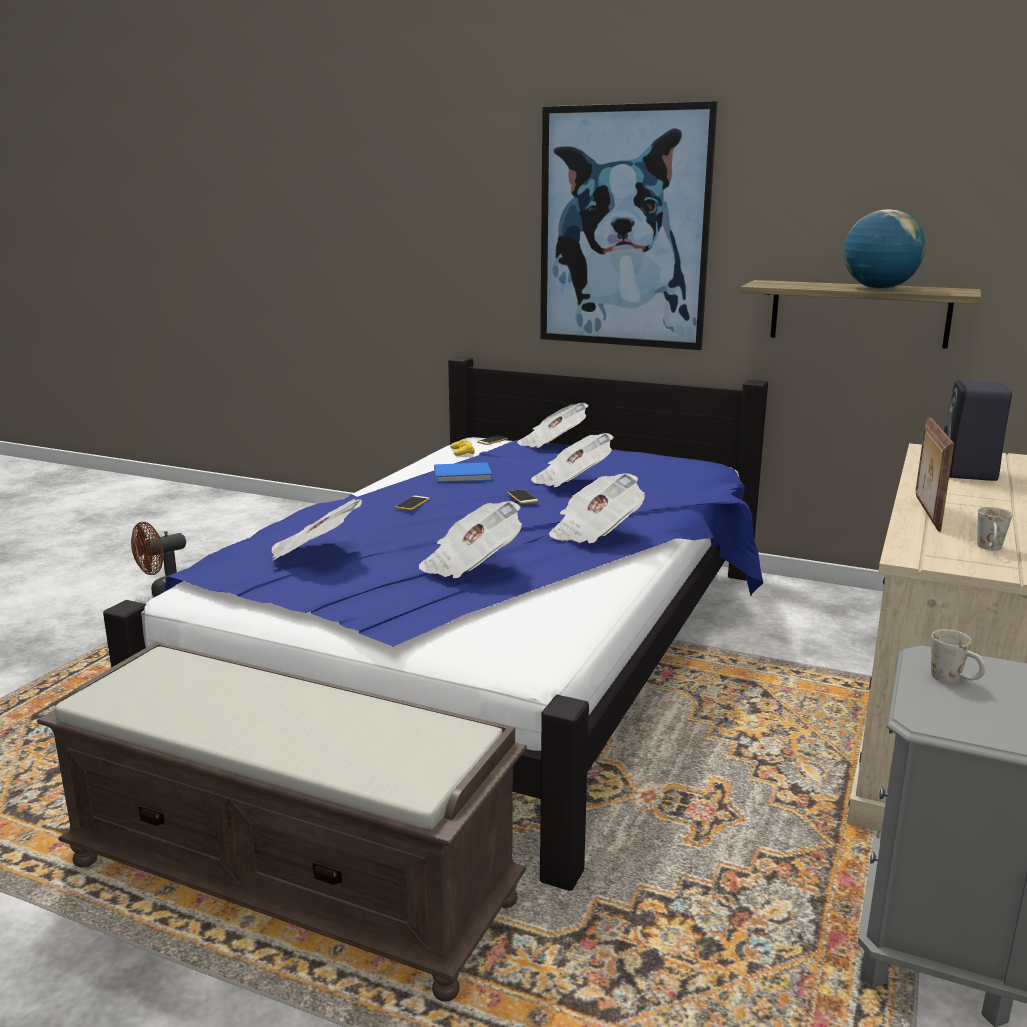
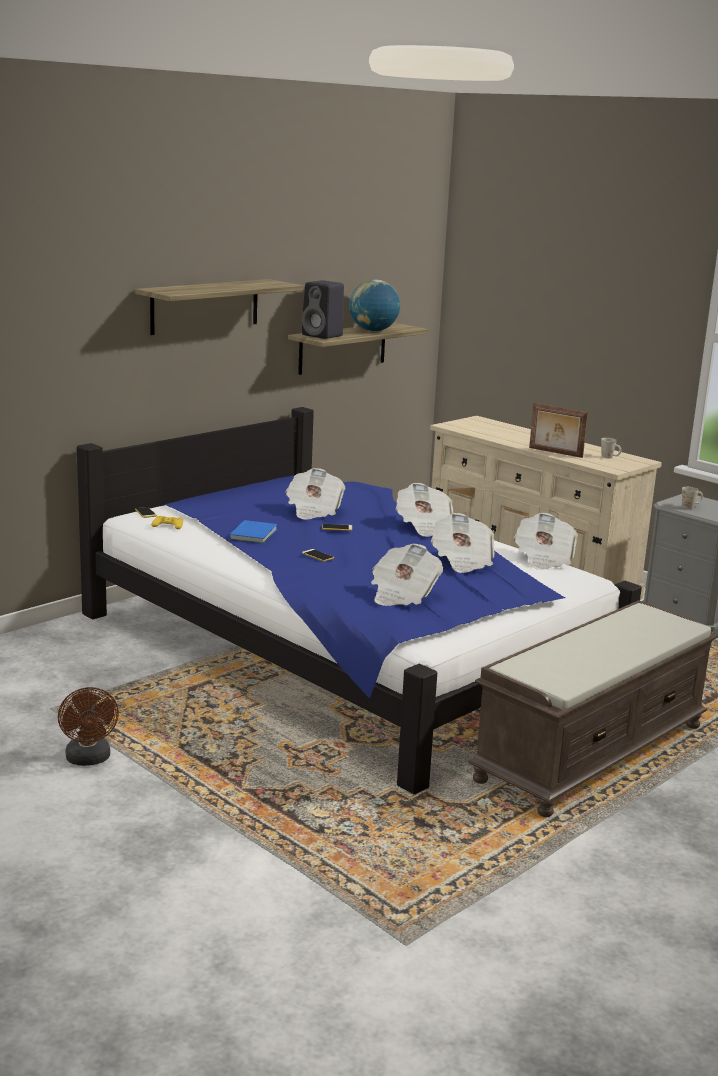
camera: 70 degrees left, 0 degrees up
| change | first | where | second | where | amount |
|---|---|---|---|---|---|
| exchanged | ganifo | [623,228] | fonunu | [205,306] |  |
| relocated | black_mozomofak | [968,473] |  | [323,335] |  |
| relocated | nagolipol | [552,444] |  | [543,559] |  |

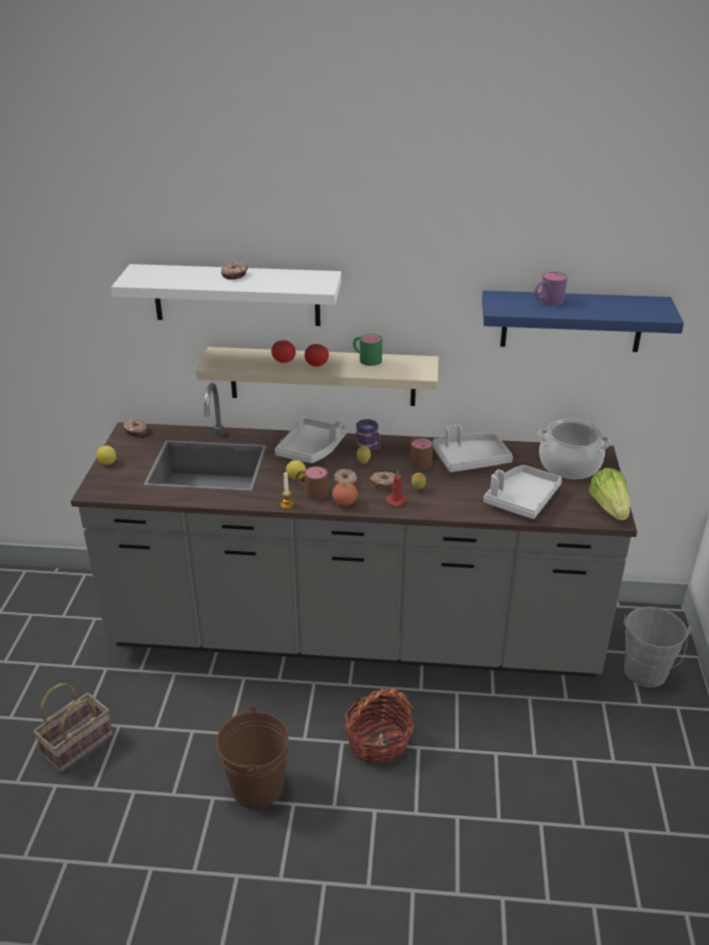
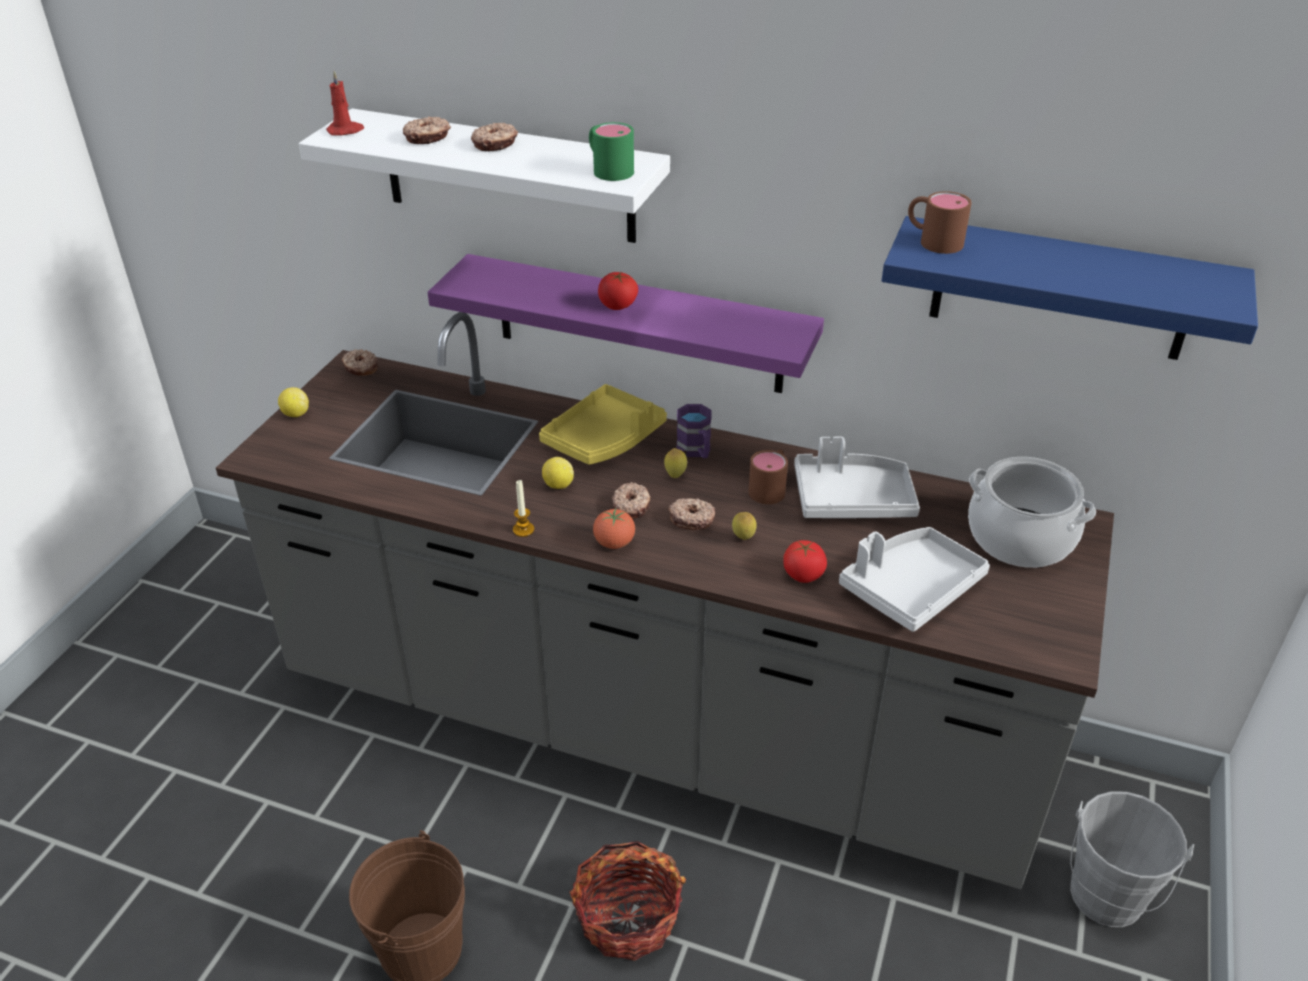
camera: 15 degrees right, 5 degrees up
| change | first | where | second | where | amount |
|---|---|---|---|---|---|
| missing | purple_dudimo | [547,301] |  |  |  |
| relocated | green_dudimo | [366,359] |  | [608,169] |  |
| relocated | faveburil | [283,360] |  | [803,574] |  |
| colour | beige_fonunu | [322,376] | purple_fonunu | [638,324] |  |
| colour | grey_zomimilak | [312,449] | yellow_zomimilak | [604,439] |  |
| relocated | brown_dudimo | [311,492] |  | [932,240] |  |
| missing | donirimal | [609,508] |  |  |  |
| relocated | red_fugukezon | [397,501] |  | [346,130] |  |
| missing | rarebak | [78,743] |  |  |  |
| appeared |  |  | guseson | [427,138] |  |

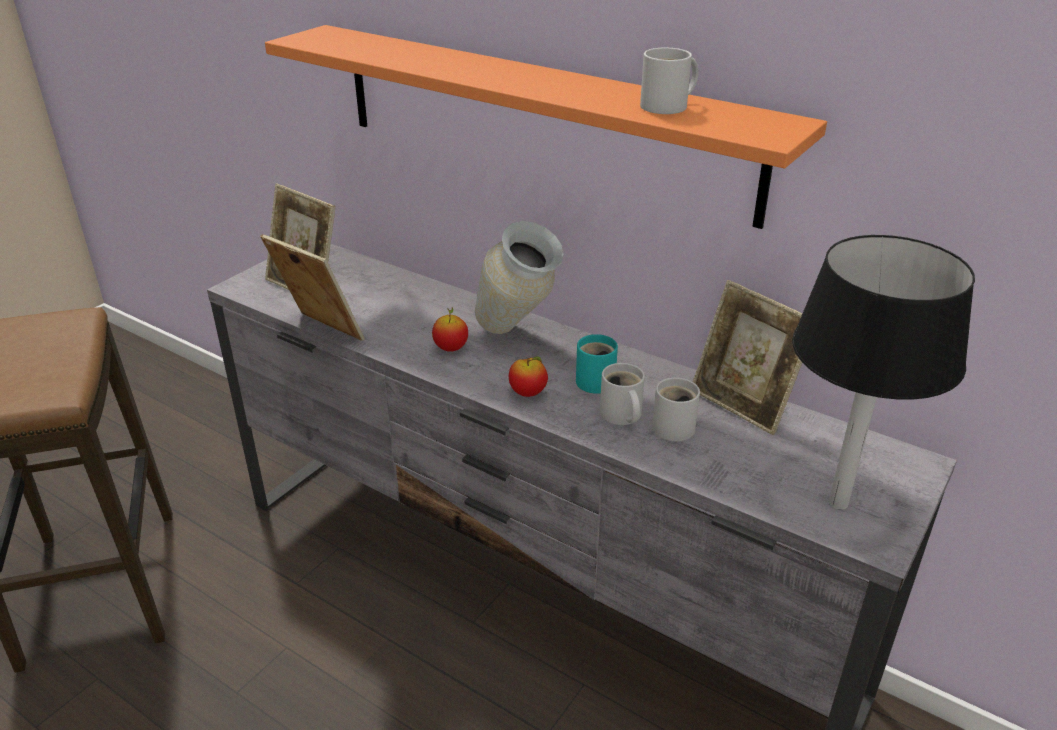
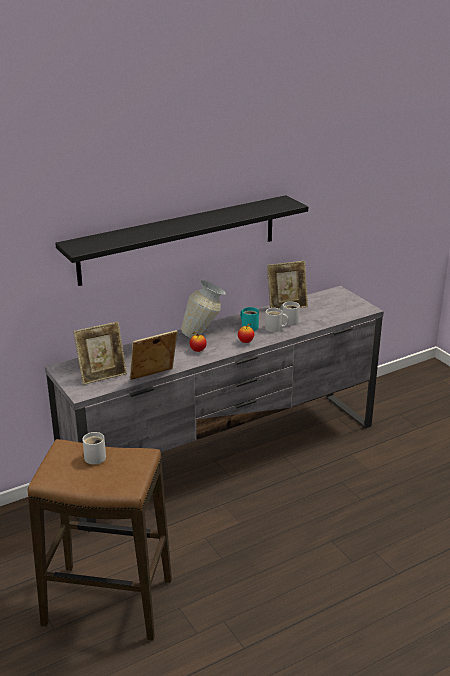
camera: 65 degrees left, 5 degrees down
| change | first | where | second | where | amount |
|---|---|---|---|---|---|
| colour | orange_fonunu | [538,119] | black_fonunu | [179,239] |  |
| relocated | white_dudimo | [668,106] |  | [96,456] |  |
| missing | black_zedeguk | [839,503] |  |  |  |

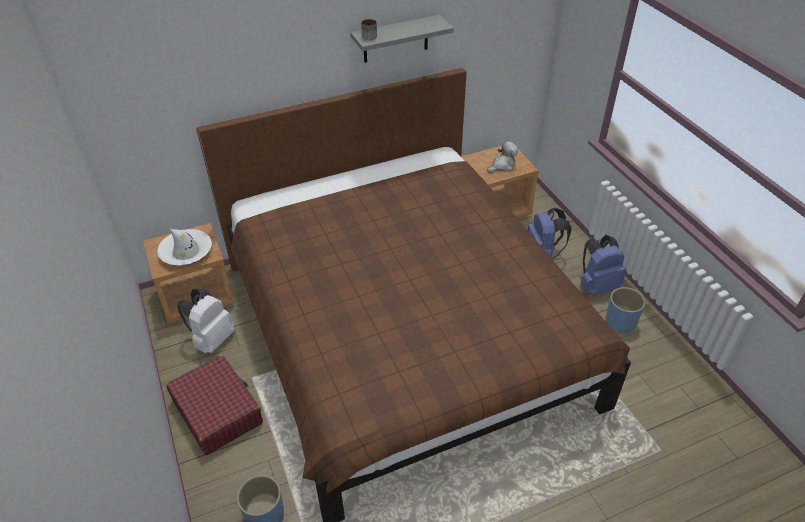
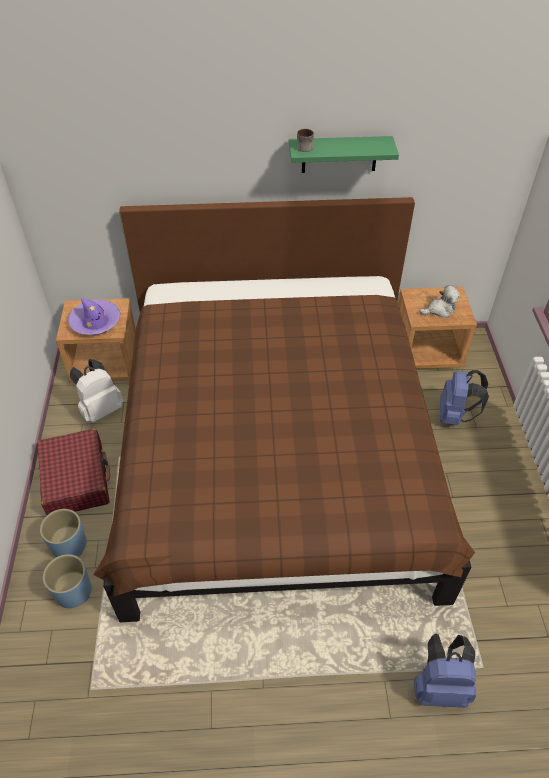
camera: 20 degrees right, 5 degrees up
| change | first | where | second | where | amount |
|---|---|---|---|---|---|
| colour | grey_fonunu | [395,39] | green_fonunu | [339,154] |  |
| colour | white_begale | [186,252] | purple_begale | [95,322] |  |
| relocated | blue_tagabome | [597,285] |  | [439,686] |  |
| relocated | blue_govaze | [620,322] |  | [69,545] |  |

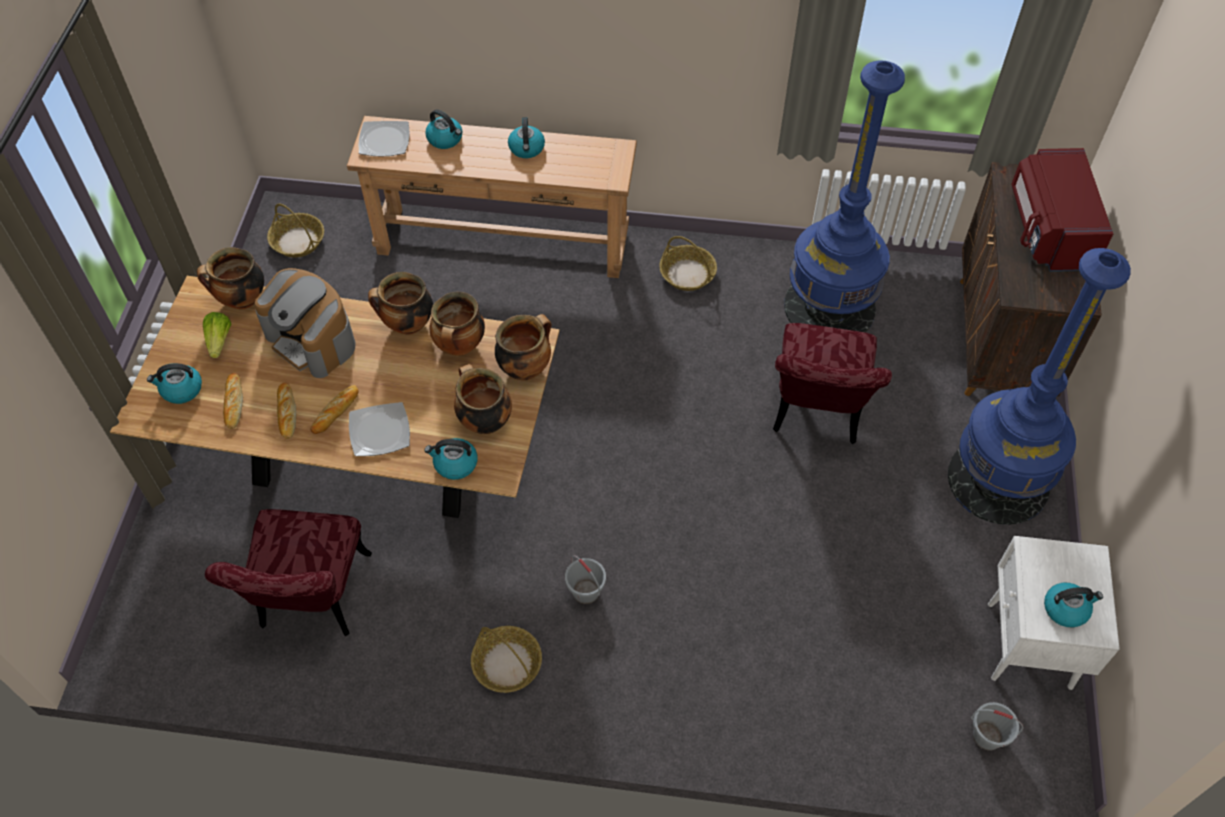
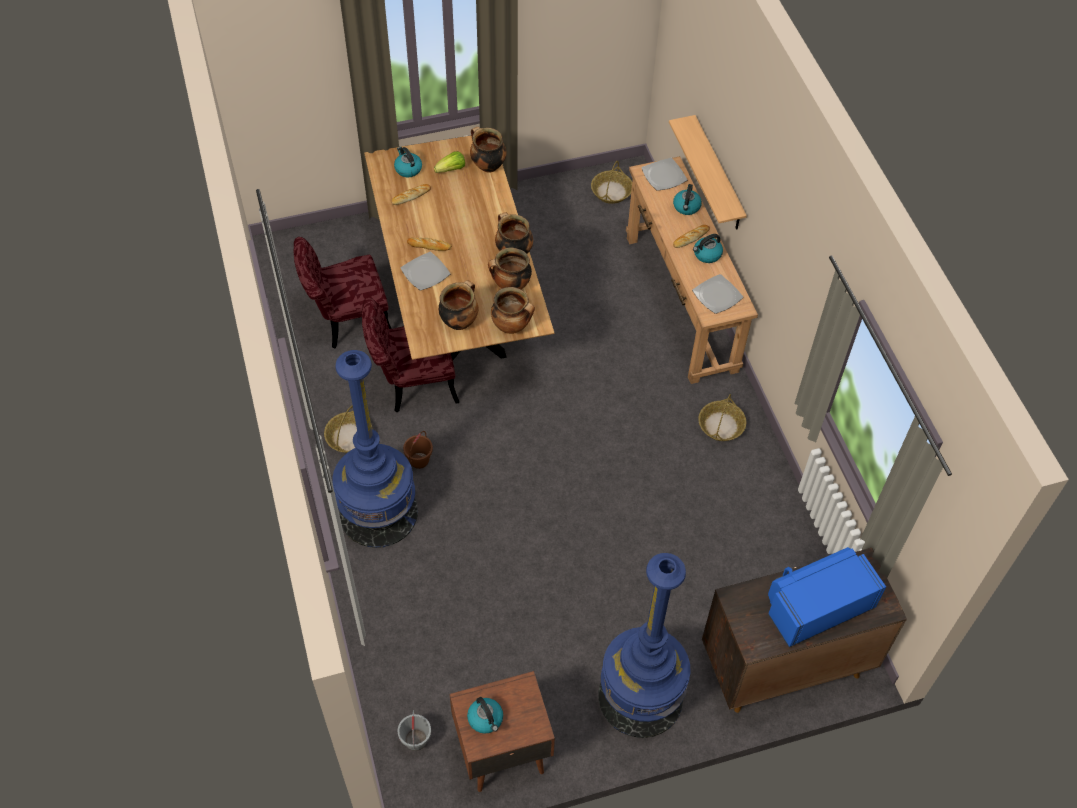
camera: 65 degrees right, 0 degrees up
| change | first | where | second | where | amount |
|---|---|---|---|---|---|
| relocated | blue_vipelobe | [829,307] |  | [378,513] |  |
| colour | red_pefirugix | [1049,230] | blue_pefirugix | [817,606] |  |
| missing | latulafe | [313,340] |  |  |  |
| relocated | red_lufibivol | [816,414] |  | [412,384] |  |
| relocated | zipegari | [286,413] |  | [690,238] |  |
| missing | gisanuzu | [455,464] |  |  |  |
| colour | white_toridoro | [1028,646] | brown_toridoro | [501,752] |  |
| colour | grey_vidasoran | [585,592] | brown_vidasoran | [419,460] |  |
| appeared |  |  | fonunu | [718,175] |  |
| appeared |  |  | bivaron | [717,295] |  |

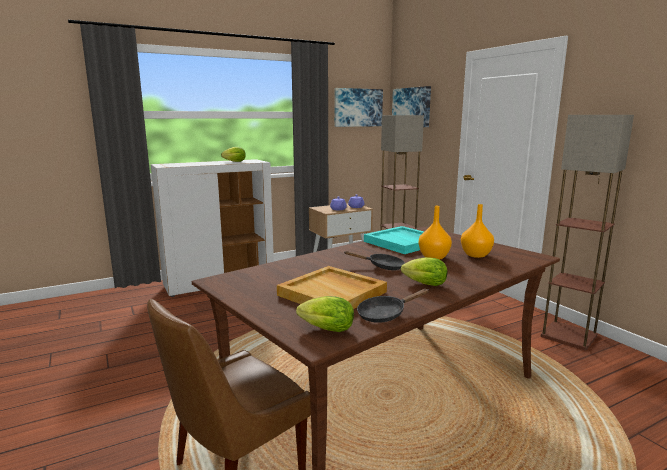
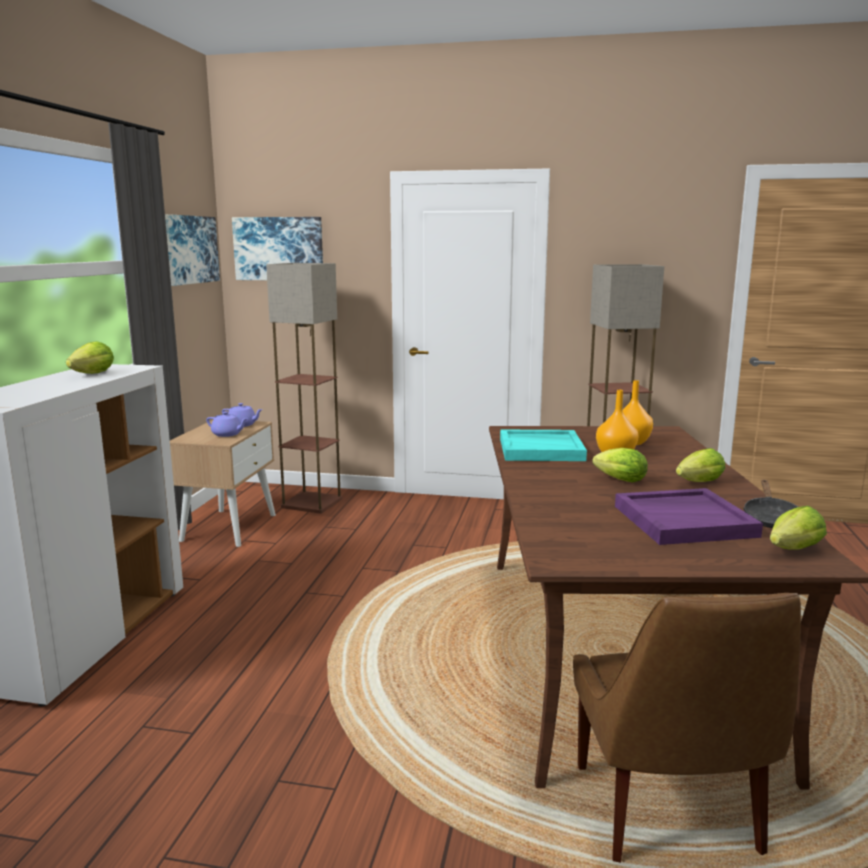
camera: 50 degrees left, 0 degrees up
| change | first | where | second | where | amount |
|---|---|---|---|---|---|
| exchanged | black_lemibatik | [382,266] | donirimal | [617,480] |  |
| colour | beige_zomimilak | [333,293] | purple_zomimilak | [684,520] |  |

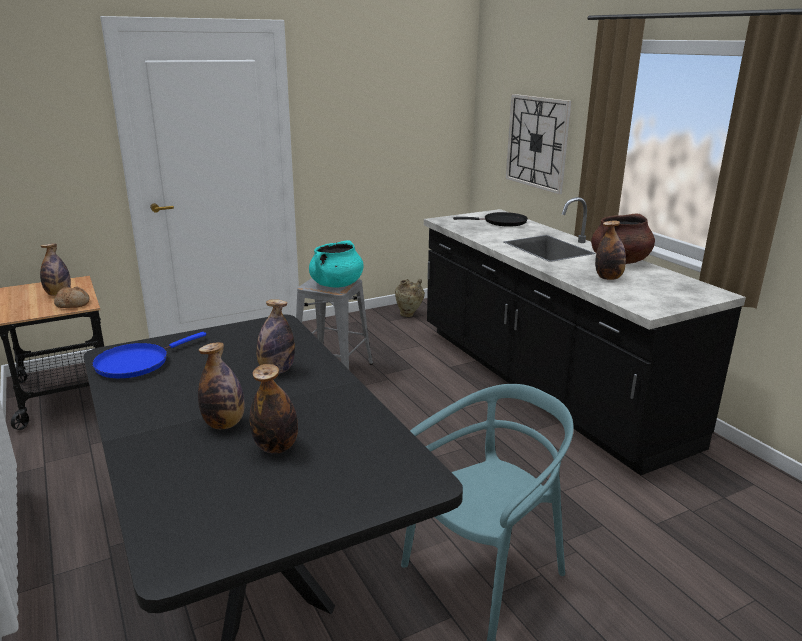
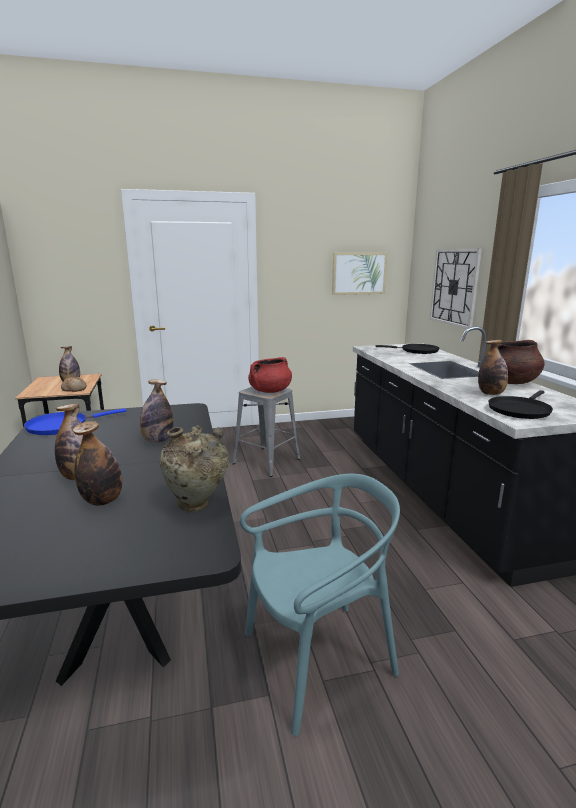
camera: 15 degrees right, 5 degrees down
| change | first | where | second | where | amount |
|---|---|---|---|---|---|
| colour | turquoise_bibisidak | [336,284] | red_bibisidak | [270,391] |  |
| relocated | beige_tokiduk | [409,315] |  | [197,506] |  |
| appeared |  |  | ganifo | [358,273] |  |
| appeared |  |  | black_lemibatik | [519,410] |  |

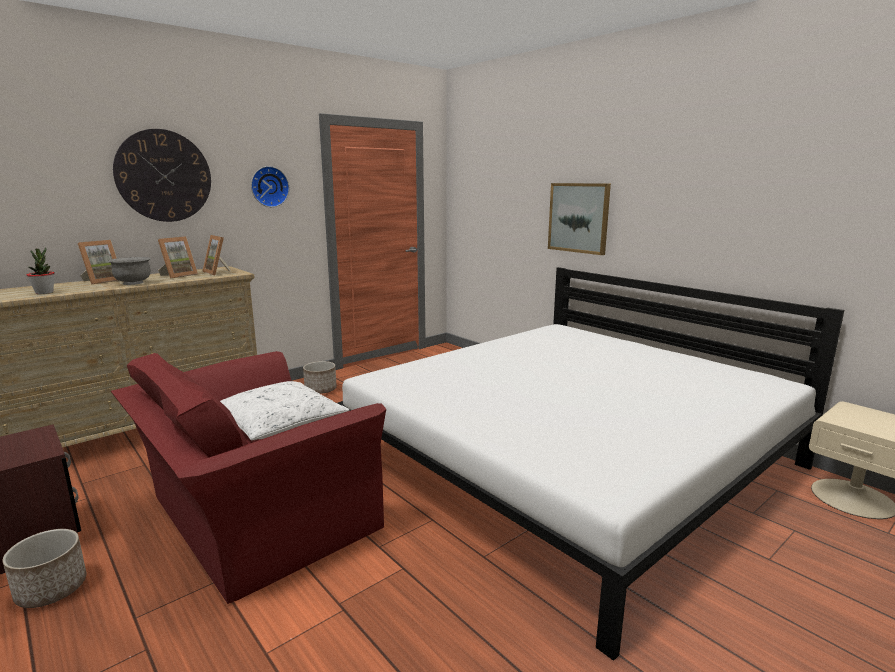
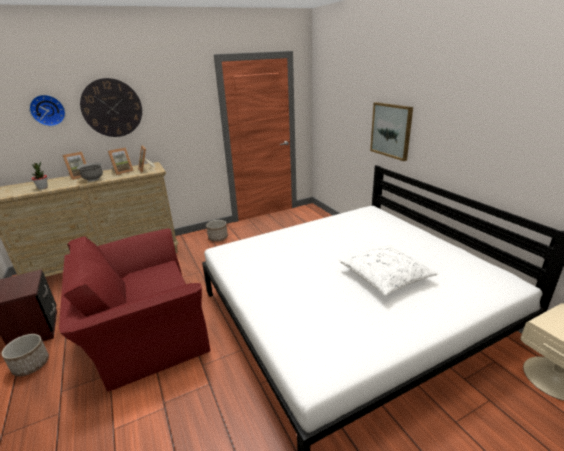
camera: 15 degrees right, 10 degrees up
| change | first | where | second | where | amount |
|---|---|---|---|---|---|
| relocated | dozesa | [269,186] |  | [48,110] |  |
| relocated | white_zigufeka | [280,422] |  | [385,276] |  |

